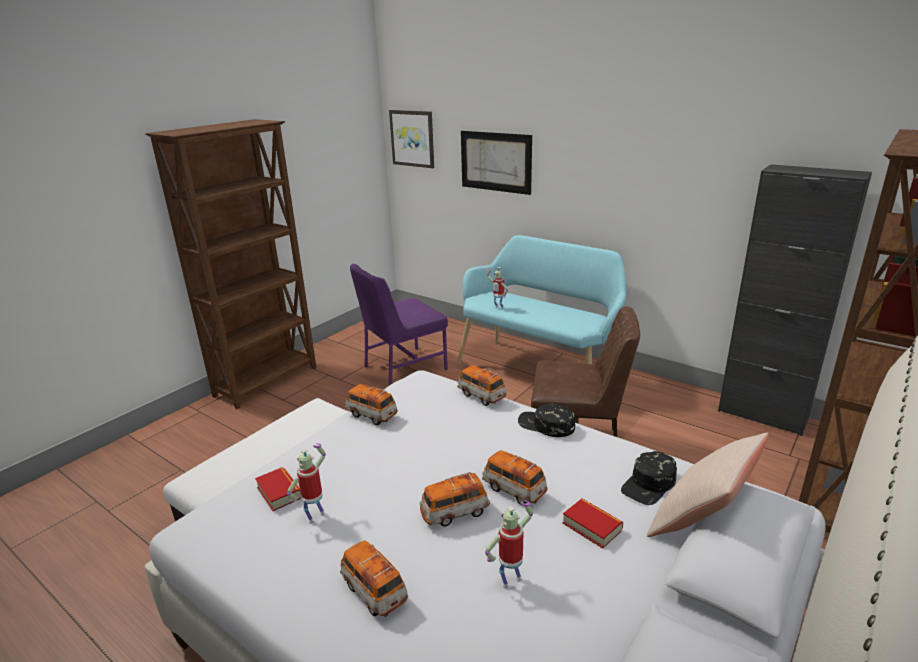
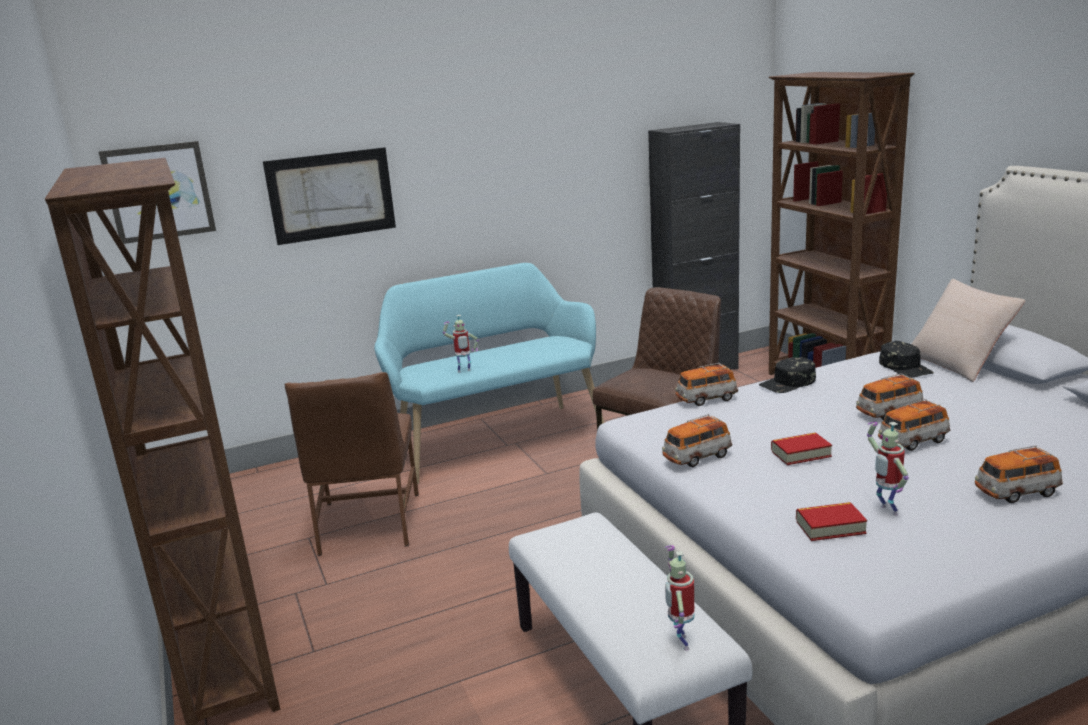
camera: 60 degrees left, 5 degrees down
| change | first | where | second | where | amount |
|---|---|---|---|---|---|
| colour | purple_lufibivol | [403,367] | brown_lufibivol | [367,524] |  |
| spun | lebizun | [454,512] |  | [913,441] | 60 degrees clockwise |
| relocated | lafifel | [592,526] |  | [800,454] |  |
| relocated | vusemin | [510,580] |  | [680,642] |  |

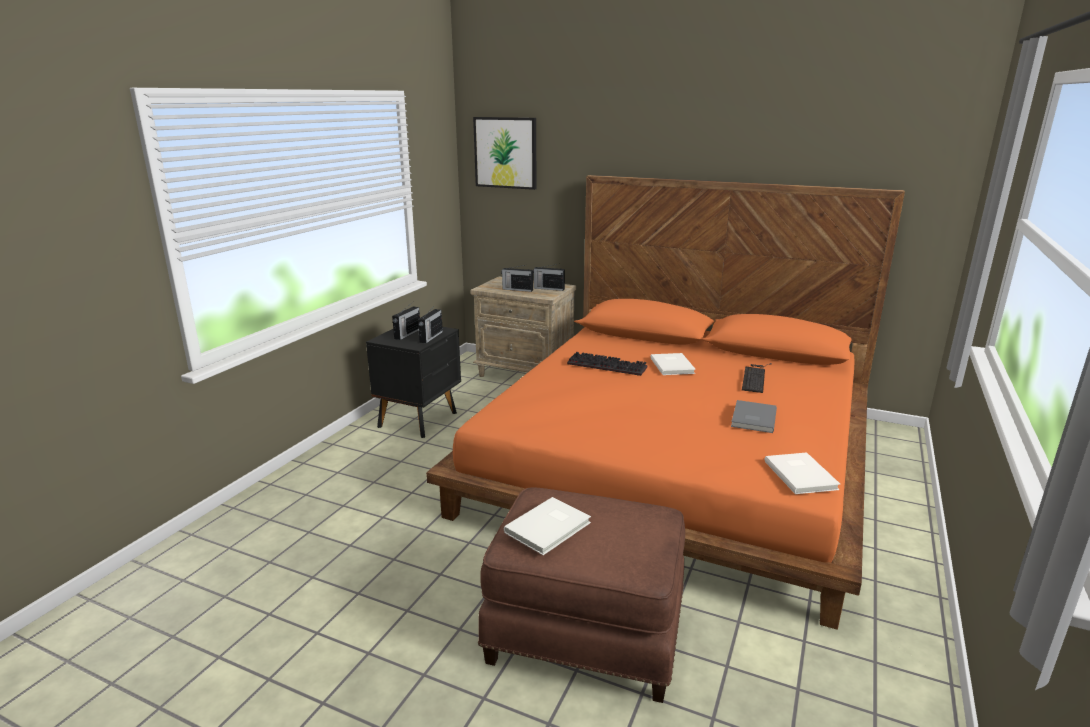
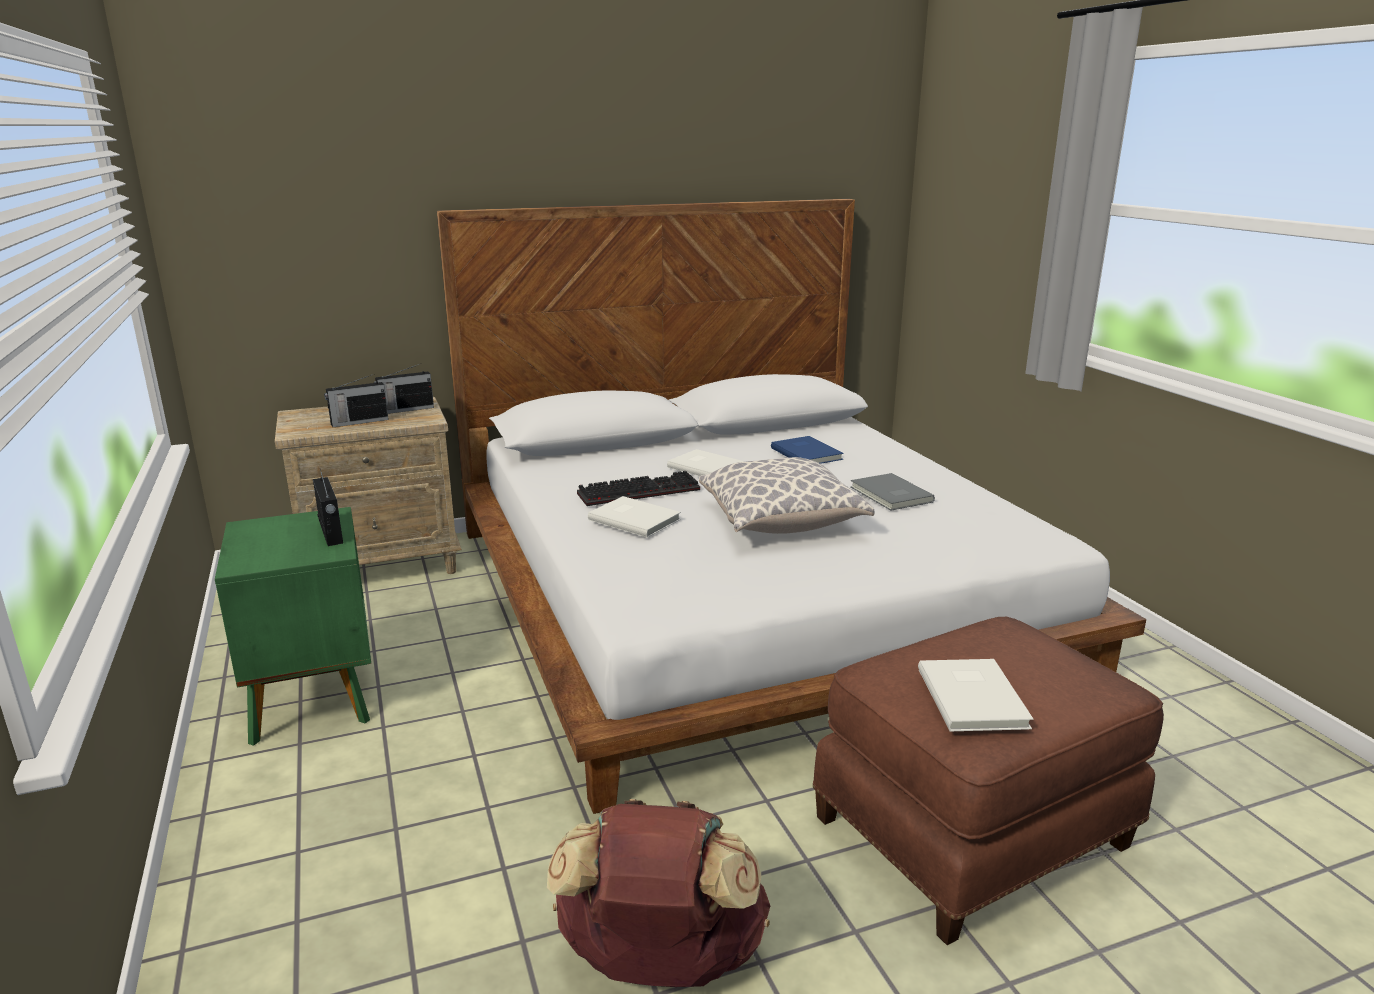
camera: 45 degrees left, 0 degrees up
| change | first | where | second | where | amount |
|---|---|---|---|---|---|
| missing | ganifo | [505,153] |  |  |  |
| colour | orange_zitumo | [674,462] | white_zitumo | [746,598] |  |
| missing | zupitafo | [407,334] |  |  |  |
| colour | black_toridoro | [419,419] | green_toridoro | [313,698] |  |
| exchanged | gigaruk | [755,377] | blue_lafifel | [807,453] |  |
| relocated | white_lafifel | [801,474] |  | [634,518] |  |
| appeared |  |  | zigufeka | [781,523] |  |
| appeared |  |  | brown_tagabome | [660,963] |  |

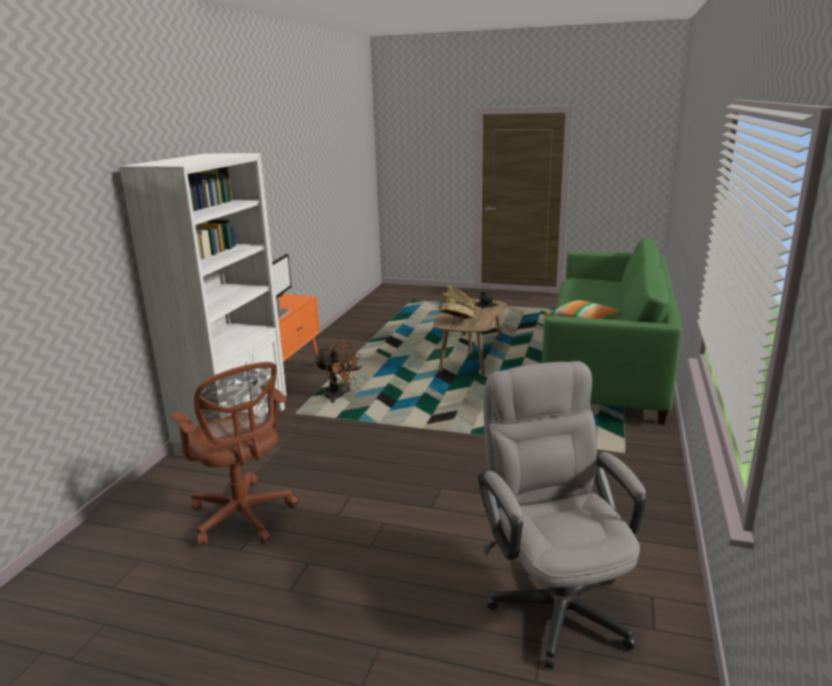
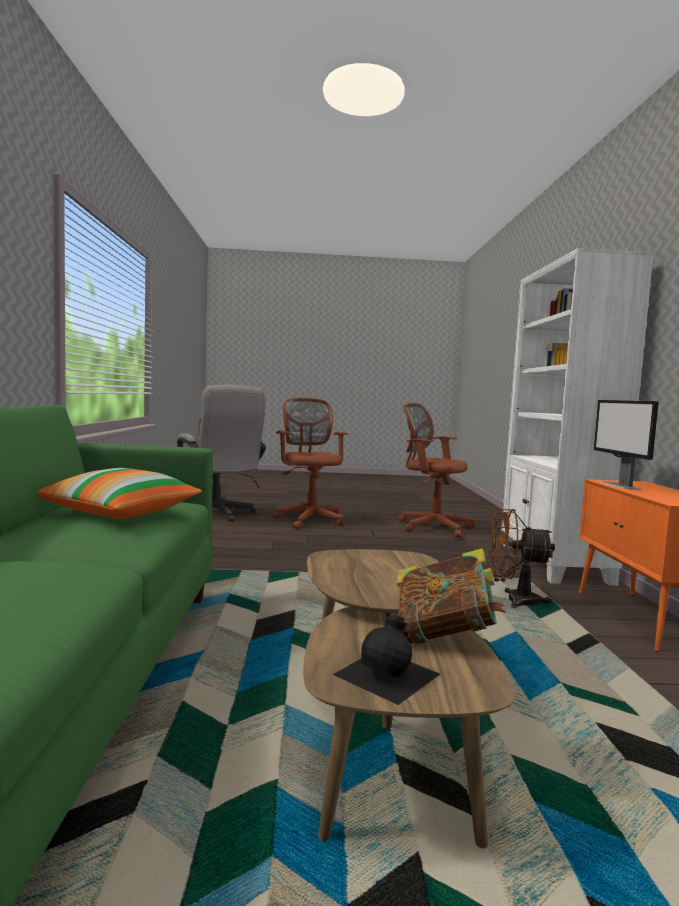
camera: 160 degrees right, 15 degrees down
| change | first | where | second | where | amount |
|---|---|---|---|---|---|
| missing | lafifel | [456,322] |  |  |  |
| appeared |  |  | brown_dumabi | [309,519] |  |

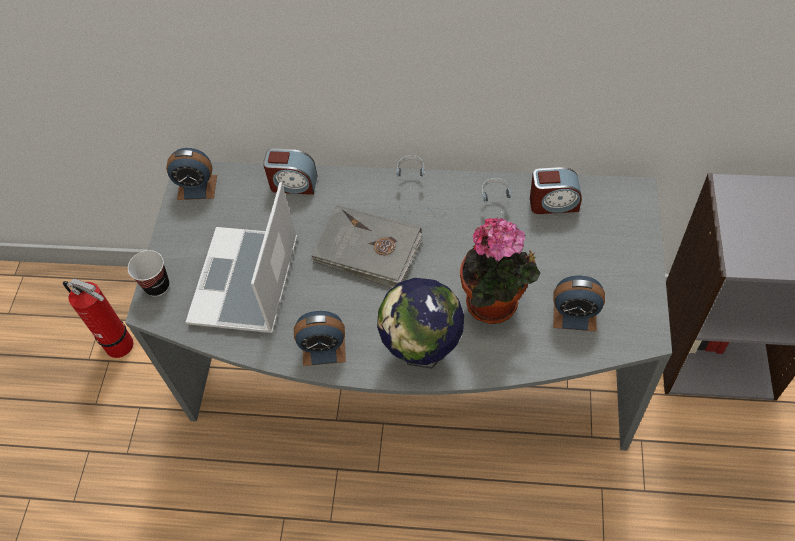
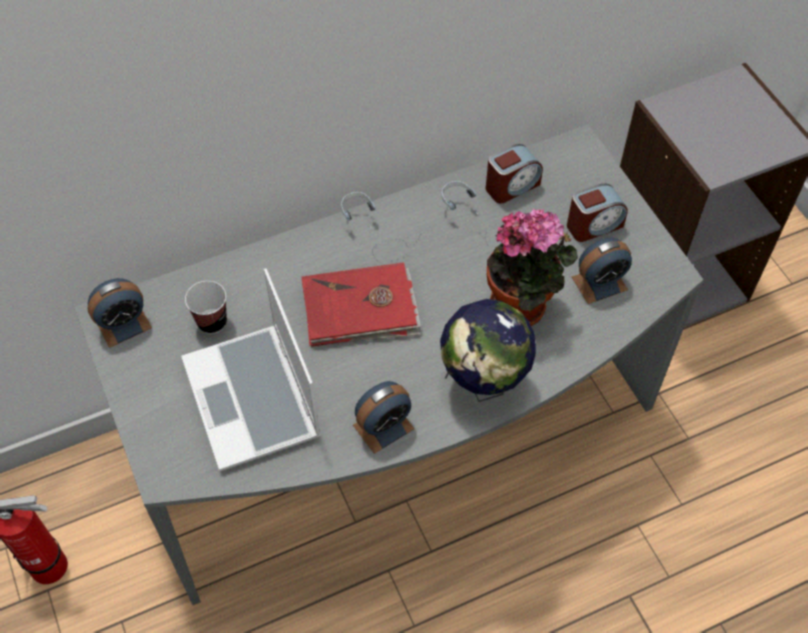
camera: 35 degrees left, 0 degrees up
| change | first | where | second | where | amount |
|---|---|---|---|---|---|
| relocated | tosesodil | [293,184] |  | [594,225] |  |
| colour | grey_lafifel | [367,250] | red_lafifel | [360,309] |  |
| relocated | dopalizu | [157,286] |  | [212,322] |  |

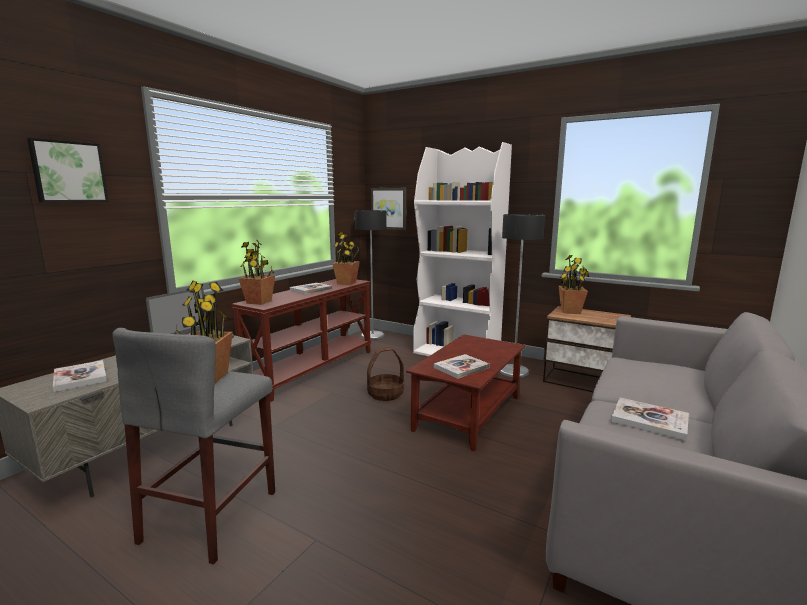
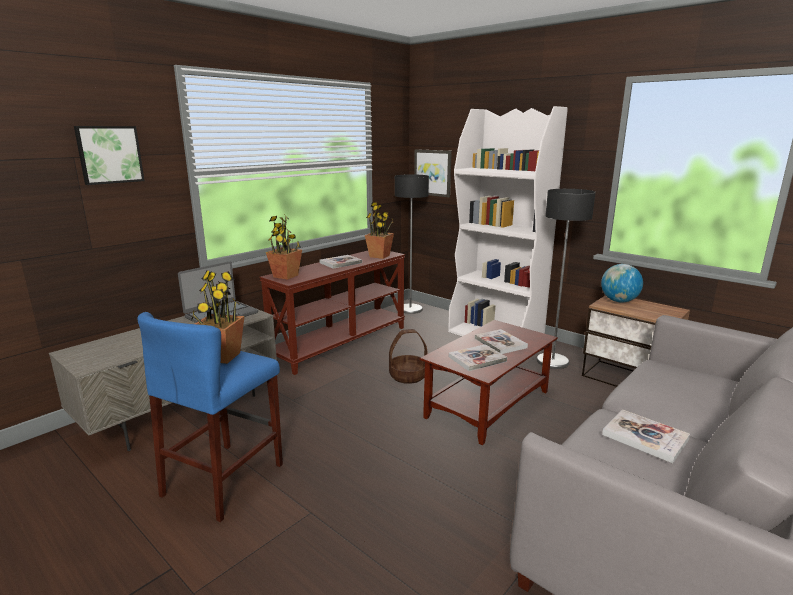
camera: 10 degrees right, 5 degrees up
| change | first | where | second | where | amount |
|---|---|---|---|---|---|
| exchanged | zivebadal | [570,311] | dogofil | [619,301] |  |
| colour | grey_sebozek | [211,515] | blue_sebozek | [224,479] |  |
| relocated | lafifel | [80,377] |  | [500,343] |  |

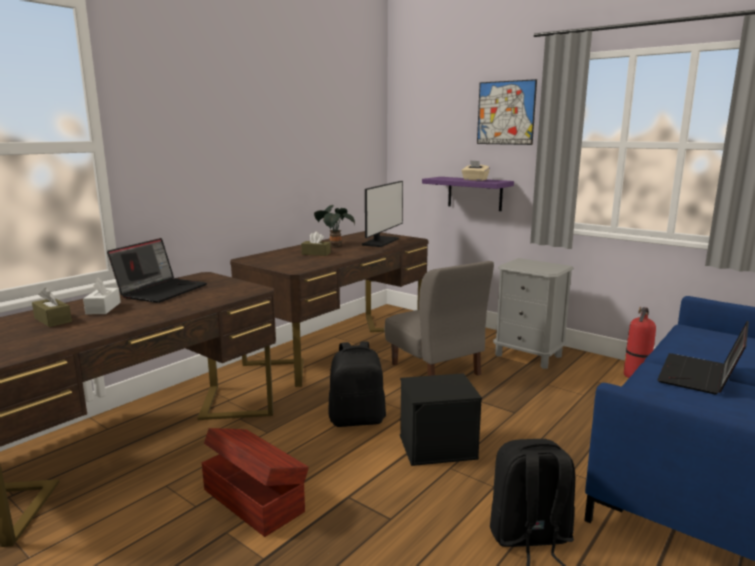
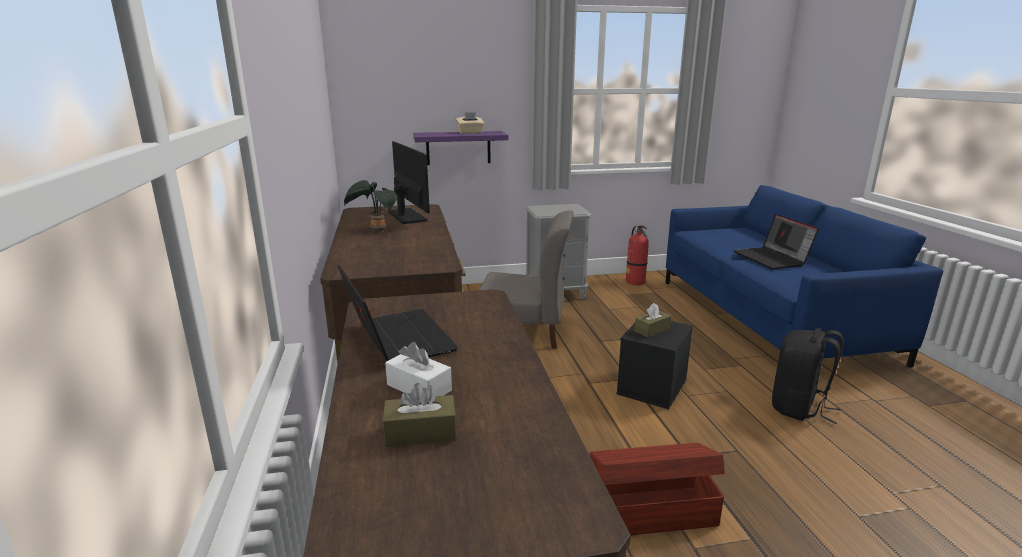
camera: 50 degrees left, 5 degrees up
| change | first | where | second | where | amount |
|---|---|---|---|---|---|
| missing | ganifo | [505,113] |  |  |  |
| relocated | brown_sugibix | [316,253] |  | [652,330] |  |
| missing | black_tagabome | [357,419] |  |  |  |

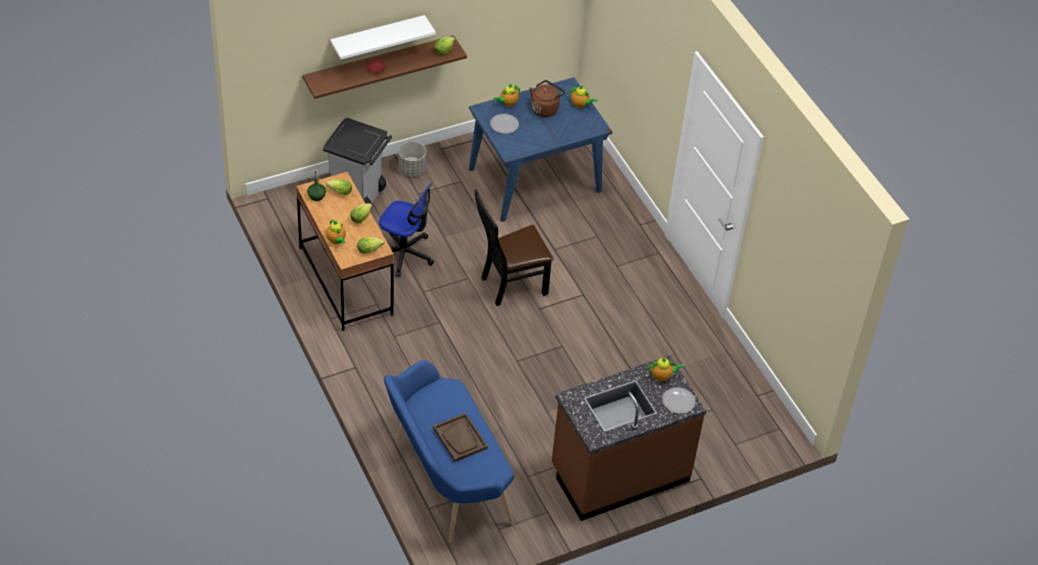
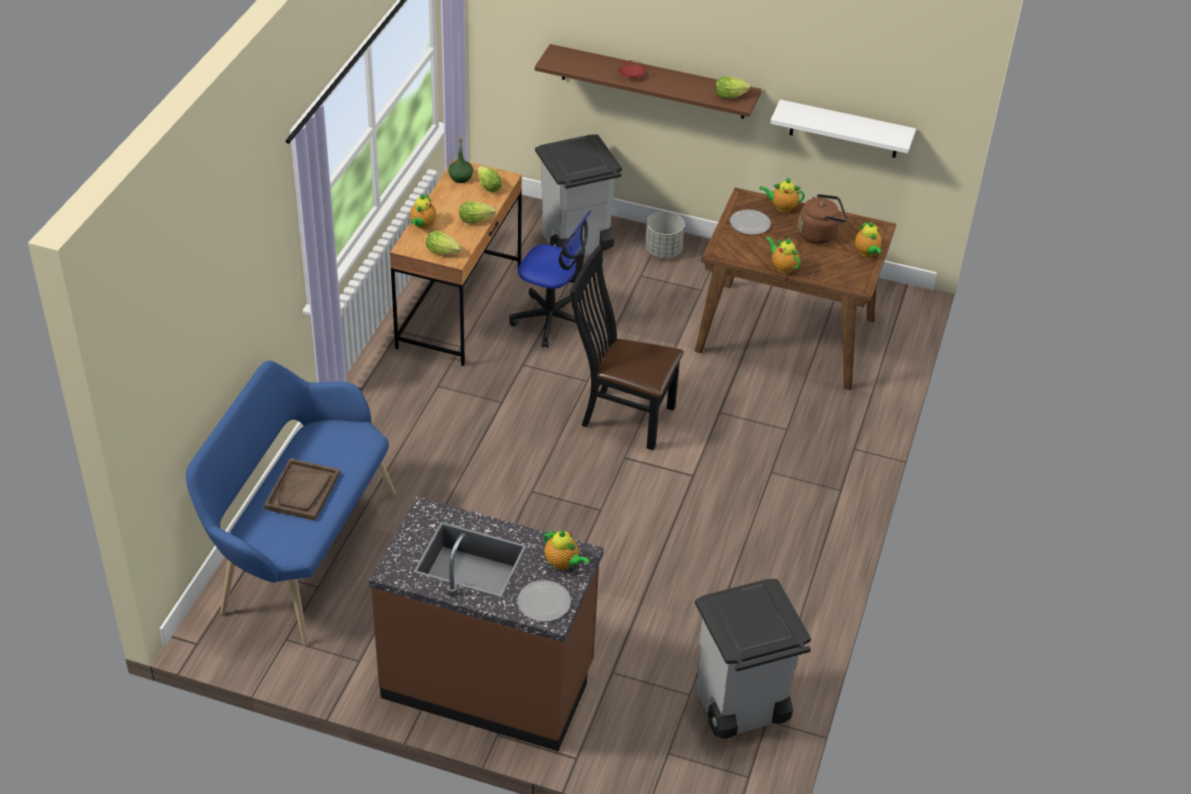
camera: 45 degrees right, 5 degrees down
| change | first | where | second | where | amount |
|---|---|---|---|---|---|
| relocated | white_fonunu | [378,37] |  | [844,129] |  |
| colour | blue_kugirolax | [535,180] | brown_kugirolax | [787,335] |  |
| spun | dumabi | [404,254] |  | [552,320] | 45 degrees counterclockwise |
| appeared |  |  | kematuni | [782,267] |  |
| appeared |  |  | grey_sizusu | [739,708] |  |

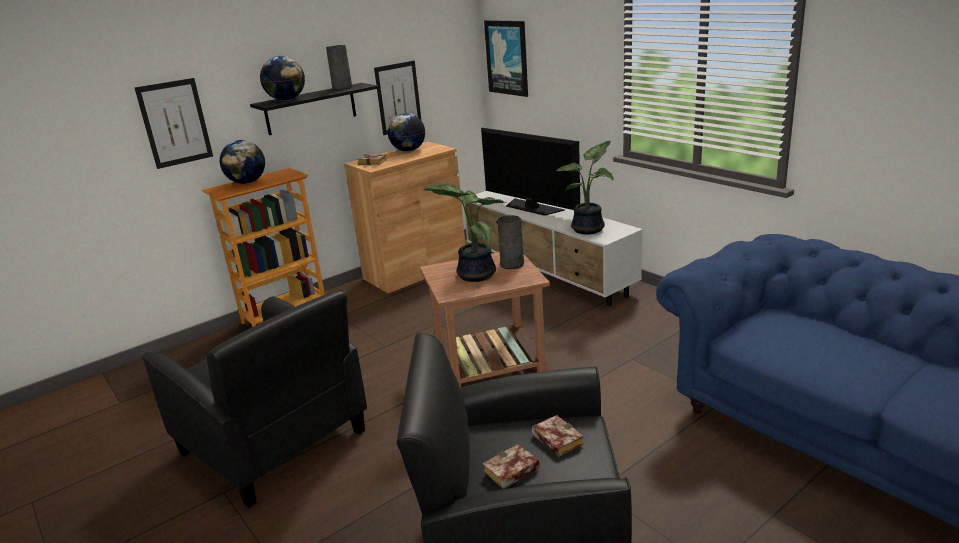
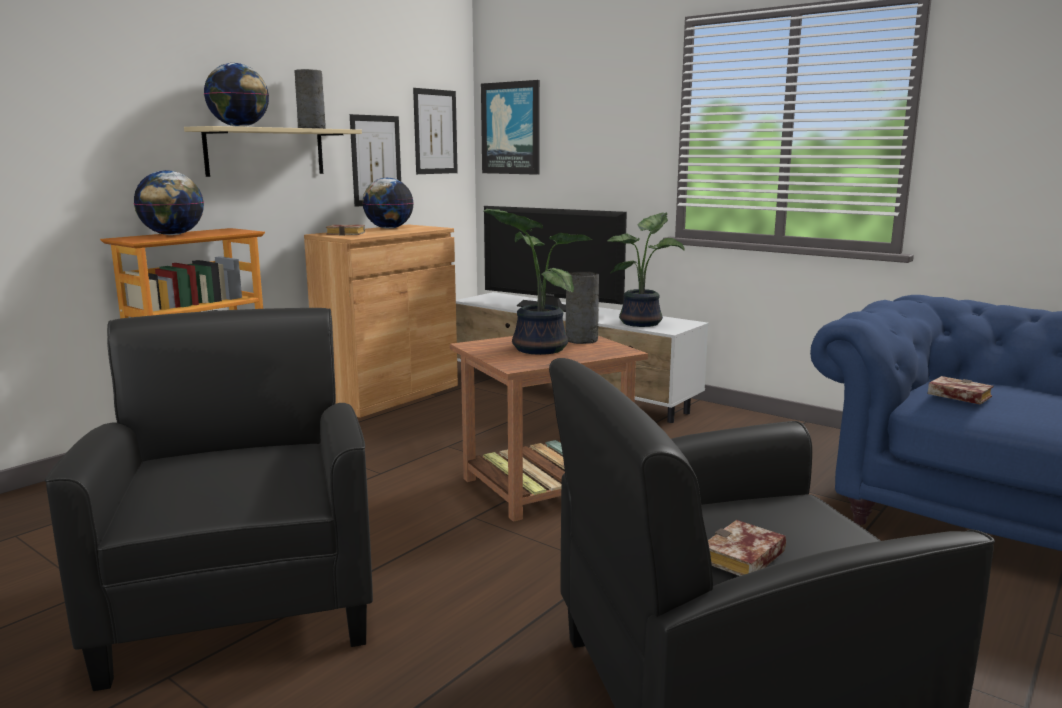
camera: 15 degrees left, 10 degrees down
| change | first | where | second | where | amount |
|---|---|---|---|---|---|
| relocated | ganifo | [175,123] |  | [435,132] |  |
| colour | black_fonunu | [311,109] | beige_fonunu | [266,152] |  |
| spun | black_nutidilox | [274,443] |  | [242,600] | 135 degrees counterclockwise |
| relocated | lafifel | [555,439] |  | [956,396] |  |

